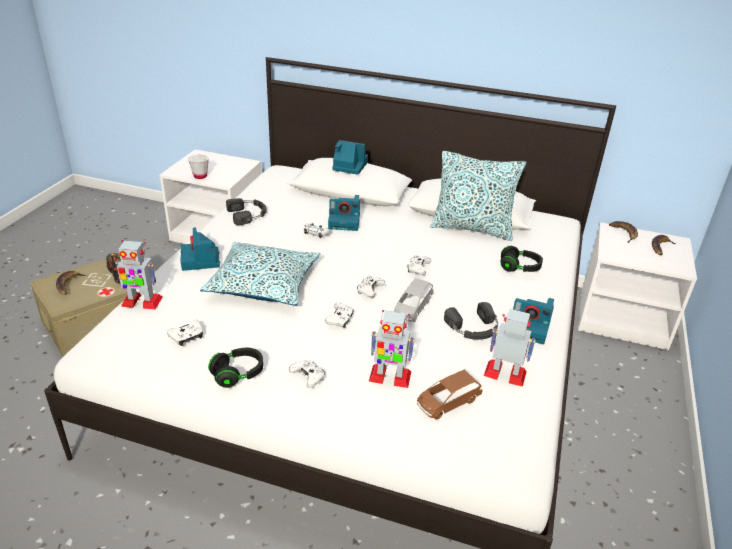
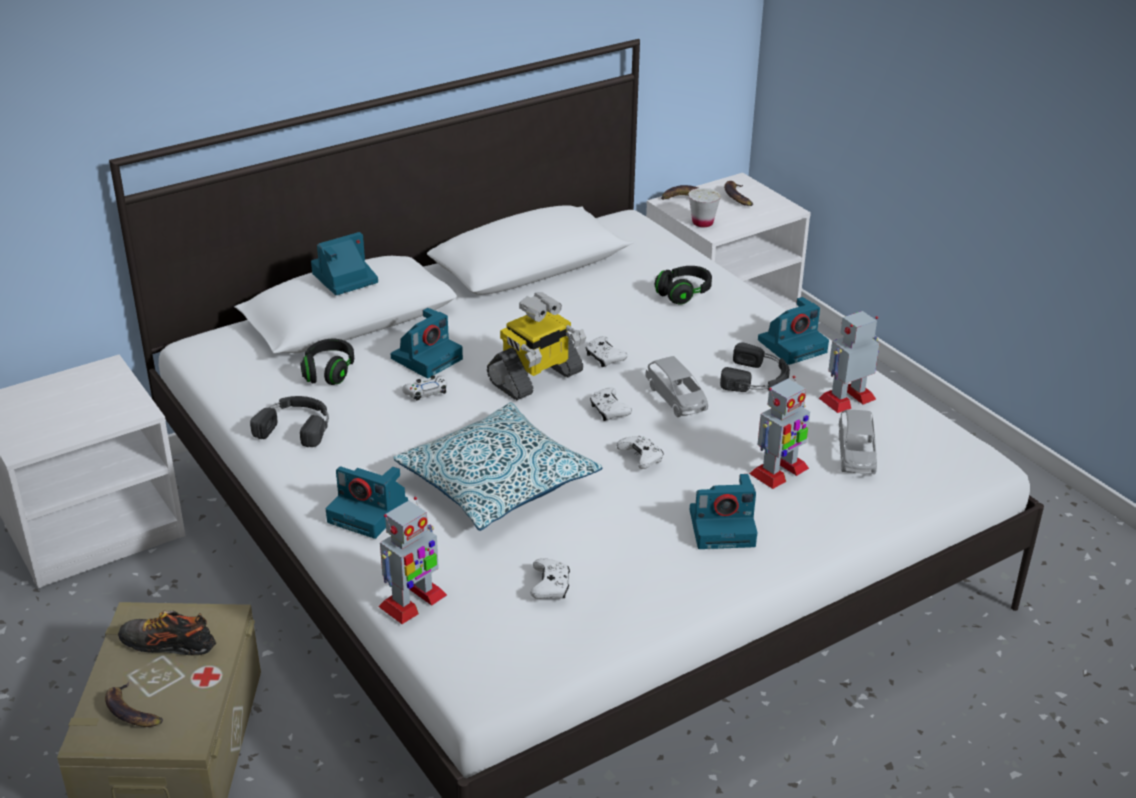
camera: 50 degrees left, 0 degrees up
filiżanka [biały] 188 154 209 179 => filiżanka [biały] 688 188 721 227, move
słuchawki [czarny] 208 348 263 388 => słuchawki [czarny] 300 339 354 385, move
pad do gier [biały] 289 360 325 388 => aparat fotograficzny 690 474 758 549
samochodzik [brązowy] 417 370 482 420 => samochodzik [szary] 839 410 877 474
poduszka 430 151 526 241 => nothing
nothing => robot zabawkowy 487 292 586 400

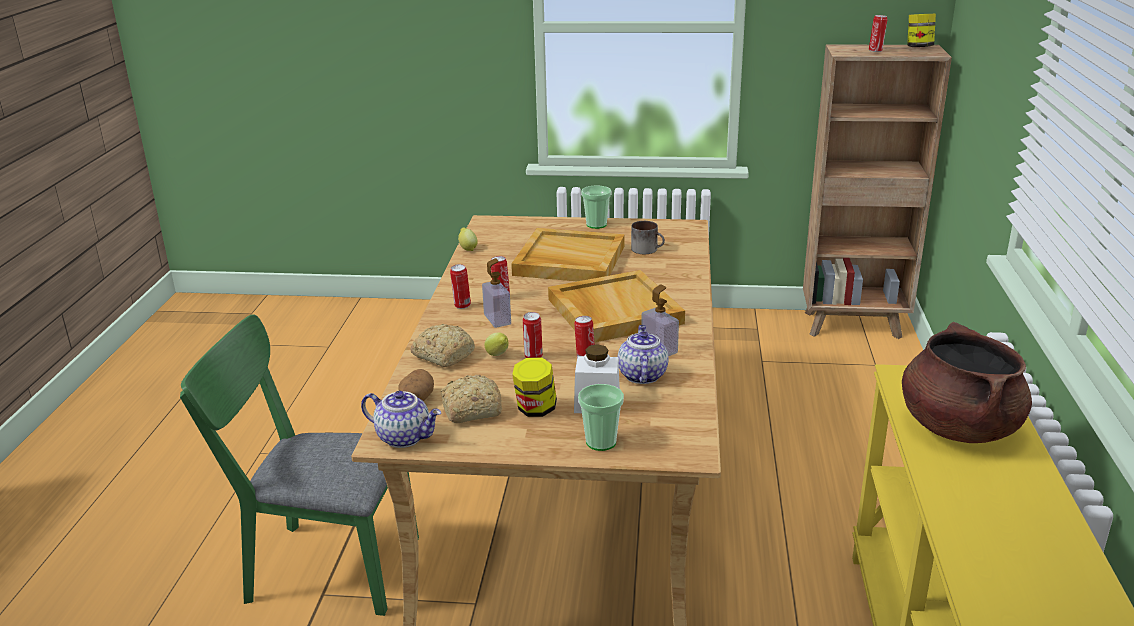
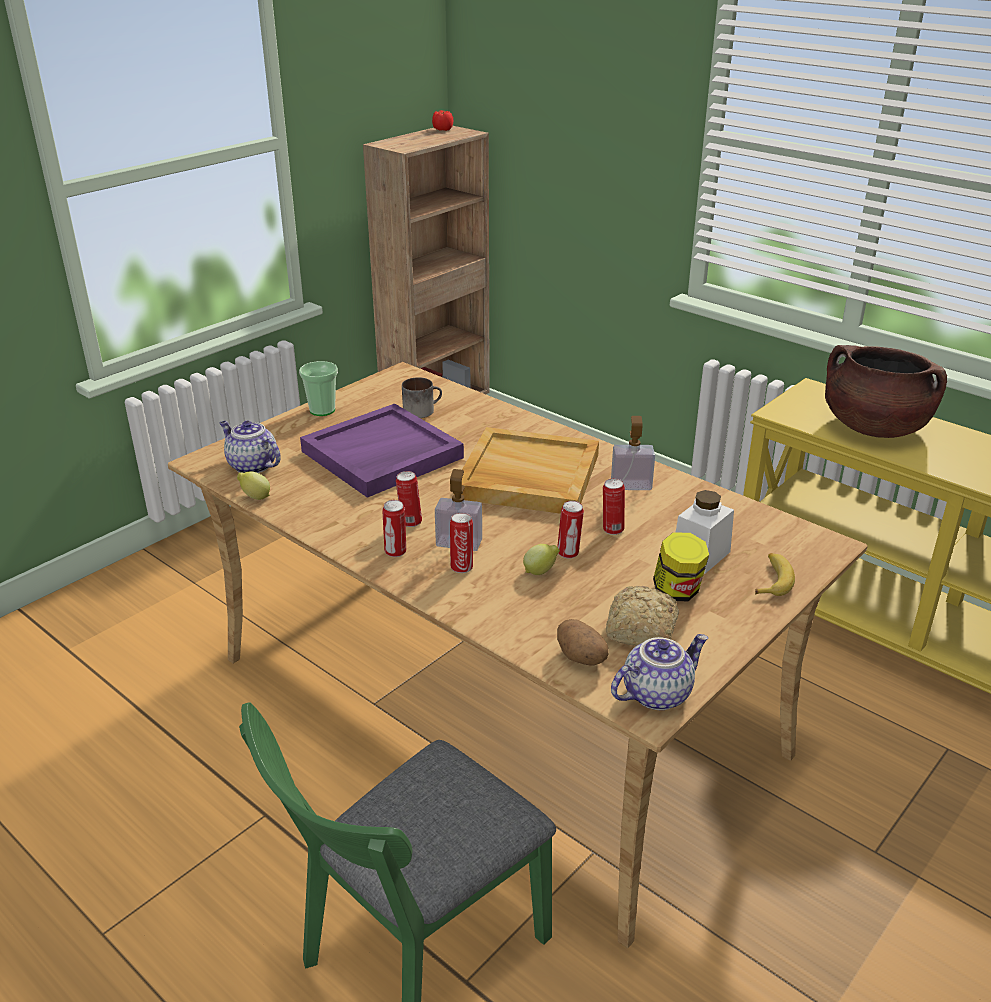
camera: 55 degrees left, 5 degrees up
chleb 410 324 475 367 => nothing
taca [beżowy] 511 228 625 281 => taca [fioletowy] 300 404 464 498
filiżanka 578 384 624 451 => banan 755 553 795 596
imbryk 617 325 669 384 => imbryk 219 421 281 473, move
puszka 869 15 887 52 => puszka 450 513 473 573, move
słoik 907 14 936 47 => pomidor 432 110 453 131

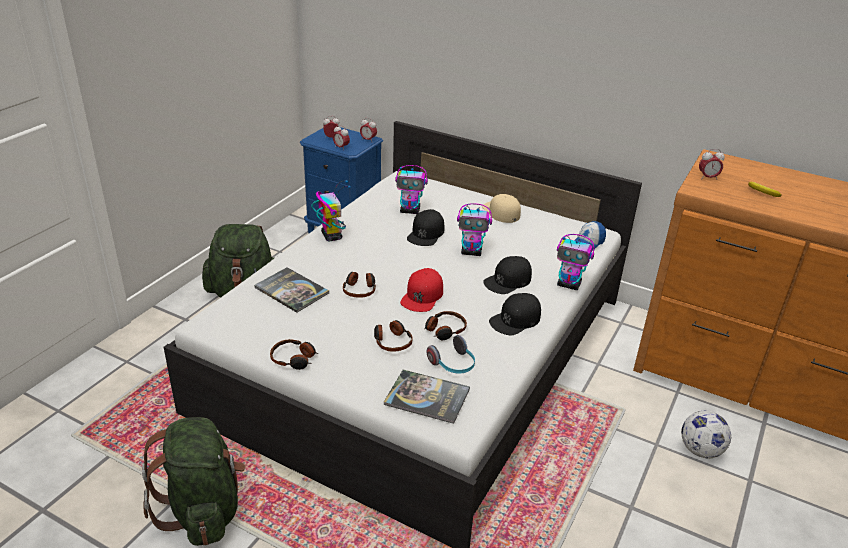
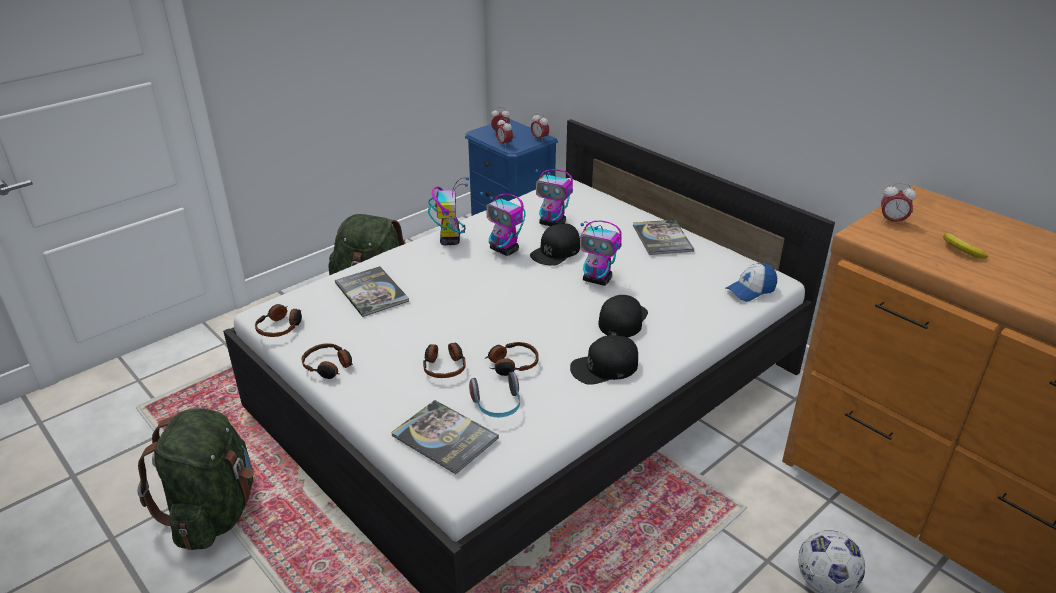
camera: 20 degrees right, 0 degrees up
słuchawki 343 272 376 298 => słuchawki 255 304 302 337, move
czapka z daszkiem [czerwony] 400 268 443 312 => nothing
czapka z daszkiem [beżowy] 482 194 521 223 => książka 633 220 694 255
czapka z daszkiem [czarny] 483 256 532 294 => czapka z daszkiem [czarny] 599 295 648 338, 135 degrees clockwise
robot zabawkowy 557 234 595 290 => robot zabawkowy 480 191 526 256, move

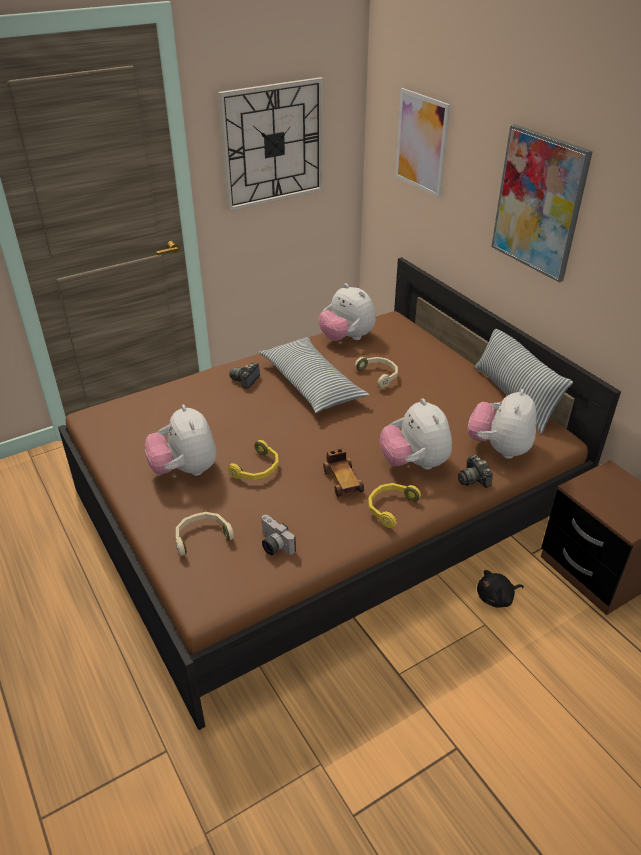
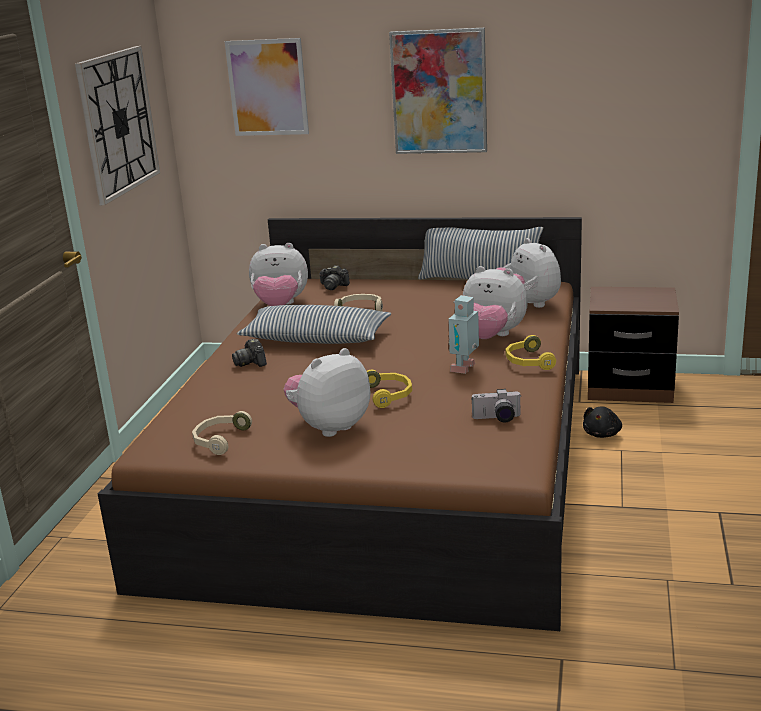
camera: 45 degrees left, 15 degrees down
pluszak 145 404 216 476 => pluszak 284 348 371 437, 120 degrees clockwise
słuchawki [beżowy] 176 512 234 556 => słuchawki [beżowy] 192 411 252 455, move
samochodzik 323 448 364 497 => robot zabawkowy 448 295 479 374
aparat fotograficzny 458 455 493 488 => aparat fotograficzny 320 265 350 290, move

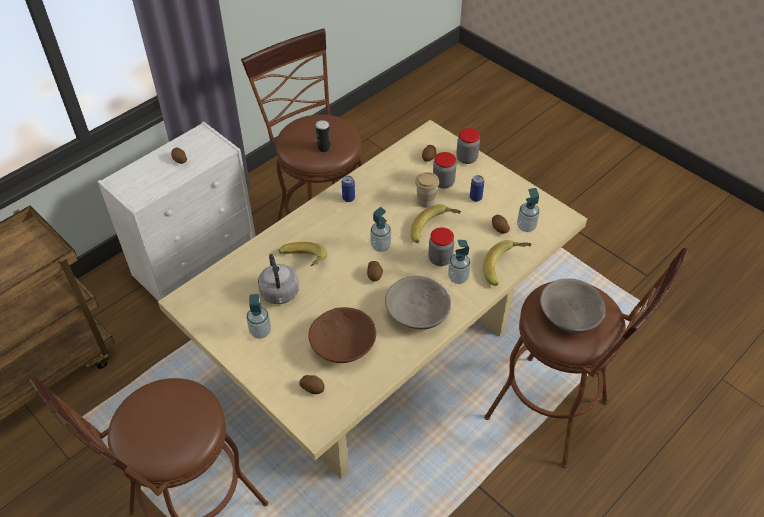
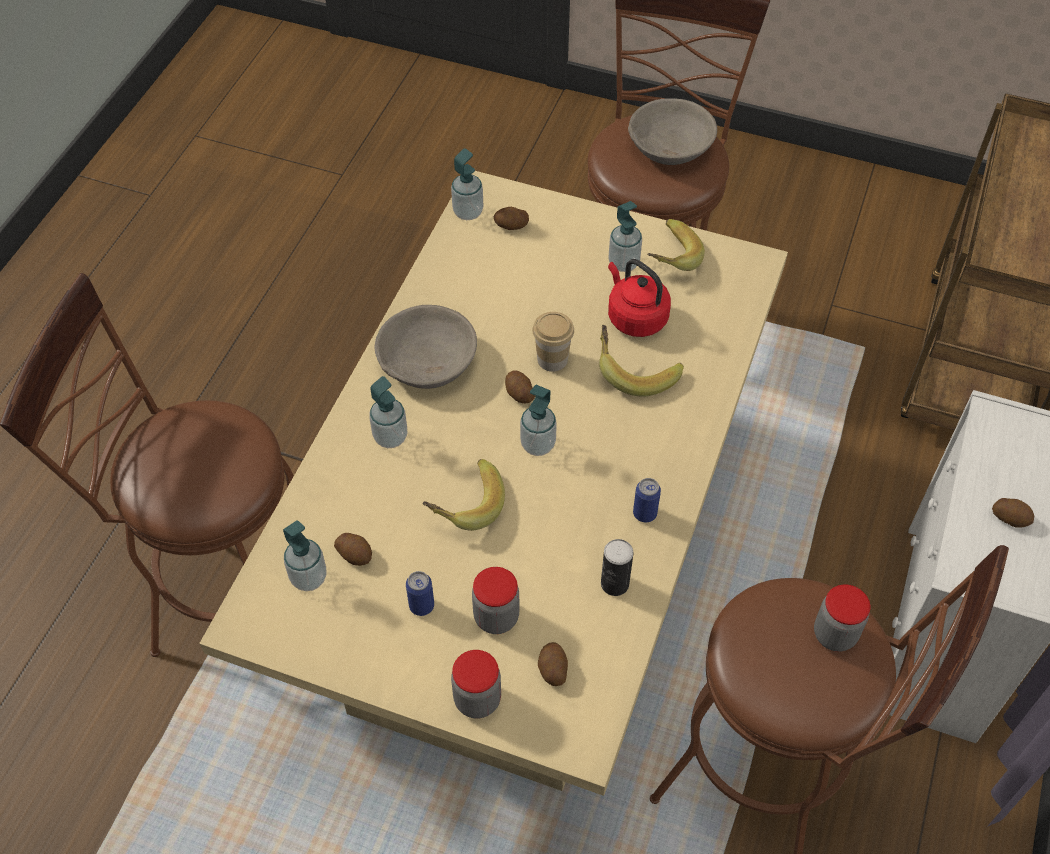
camera: 155 degrees right, 5 degrees up
czajnik [szary] 258 254 299 304 => czajnik [czerwony] 608 259 671 337
miska [brązowy] 308 307 376 363 => nothing
puszka 316 120 331 152 => puszka 601 539 634 596, move
filiżanka 415 172 439 207 => filiżanka 532 312 574 372, move
słoik 428 227 454 266 => słoik 814 584 870 652, move
banan 483 240 532 286 => banan 647 219 705 271, move
miska [szary] 540 279 605 333 => miska [szary] 628 98 717 165, move
nothing => dozownik mydła 451 148 483 220

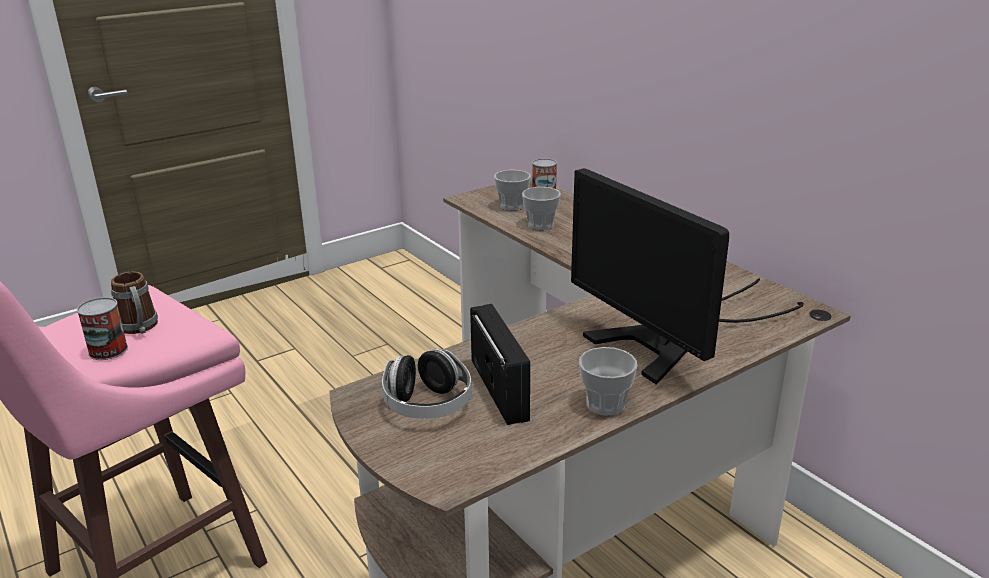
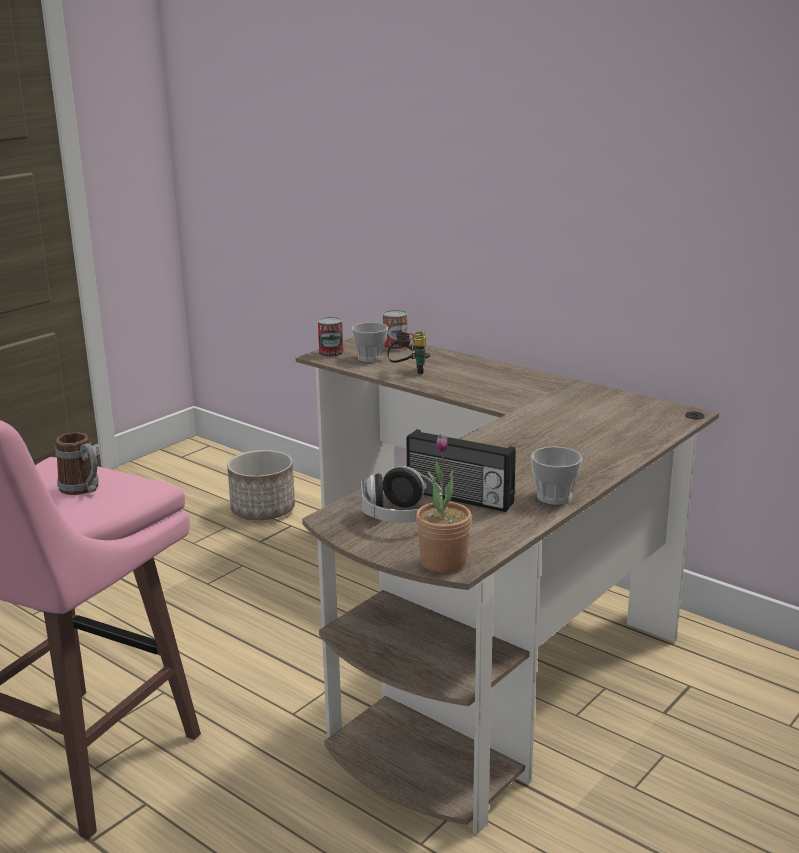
camera: 15 degrees left, 5 degrees down
puszka 77 297 128 360 => puszka 317 317 344 357, move
radio 470 304 530 425 => radio 407 429 516 512, 150 degrees clockwise
filiżanka 522 187 561 230 => lornetka 387 331 430 375
monitor 571 168 804 385 => nothing
nothing => donica 227 450 295 520
nothing => roślina doniczkowa 416 434 472 573

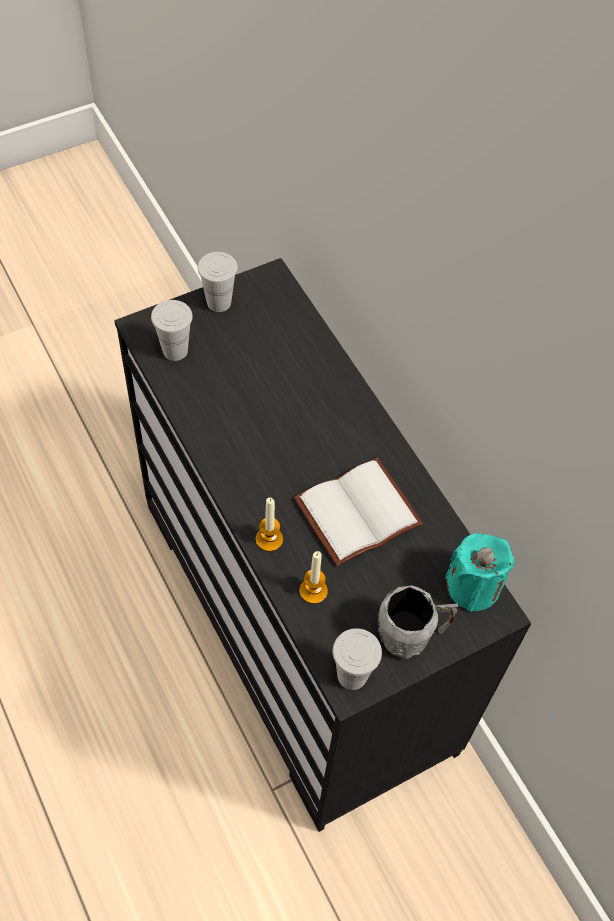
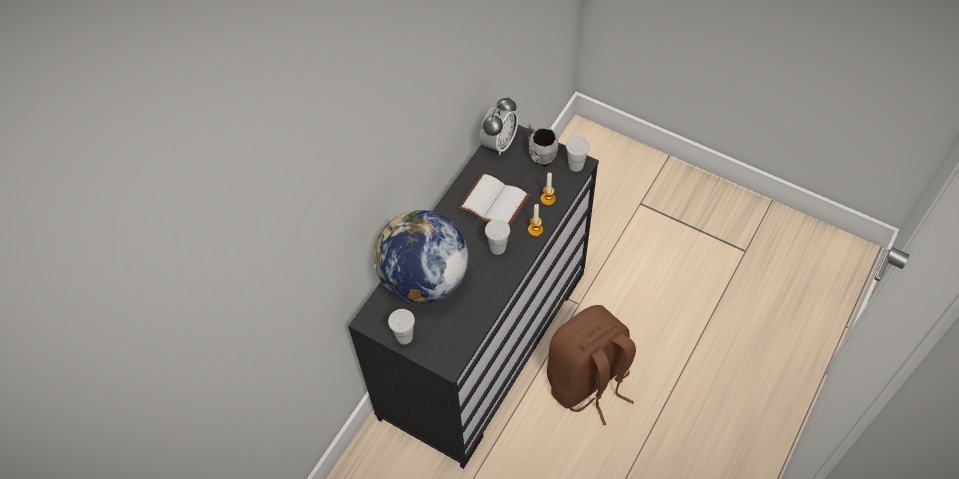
camera: 115 degrees left, 0 degrees up
filiżanka [biały] 151 300 193 361 => filiżanka [biały] 485 219 510 255, move
świeca [turkusowy] 445 533 515 612 => budzik 480 97 518 155
nothing => globus 374 210 468 304
nothing => plecak [brązowy] 547 305 636 426

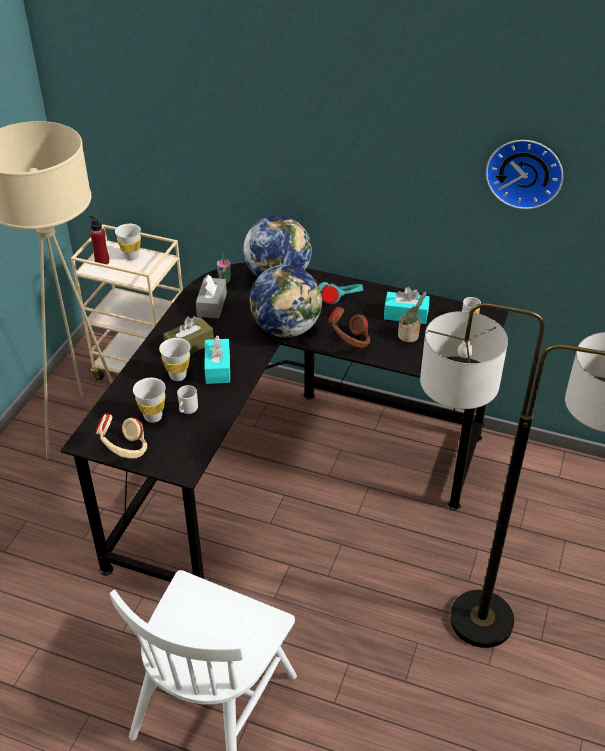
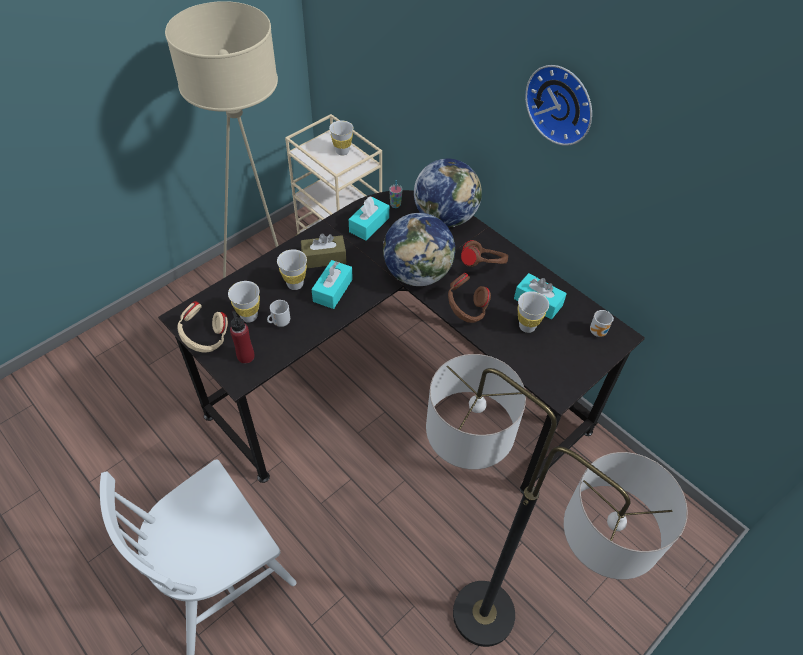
camera: 25 degrees right, 10 degrees up
butelka [czerwony] 89 216 109 265 => butelka [czerwony] 230 310 255 364, move
pudełko chusteczek [szary] 196 275 227 318 => pudełko chusteczek [turkusowy] 349 196 389 241
słuchawki [turkusowy] 318 282 363 304 => słuchawki [brązowy] 461 240 508 267
roślina doniczkowa 398 291 426 342 => filiżanka [biały] 518 291 549 333
zegar ścienny 486 140 563 209 => zegar ścienny 525 65 592 146, move

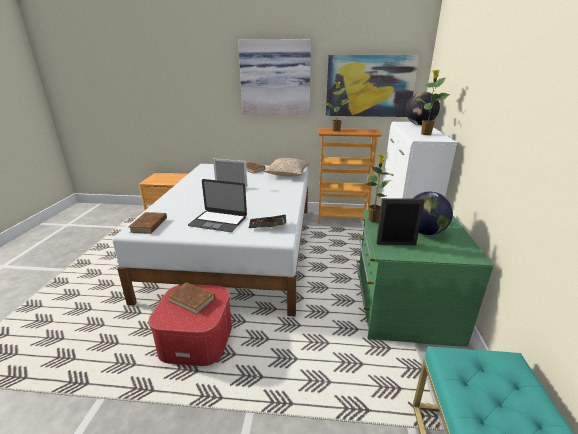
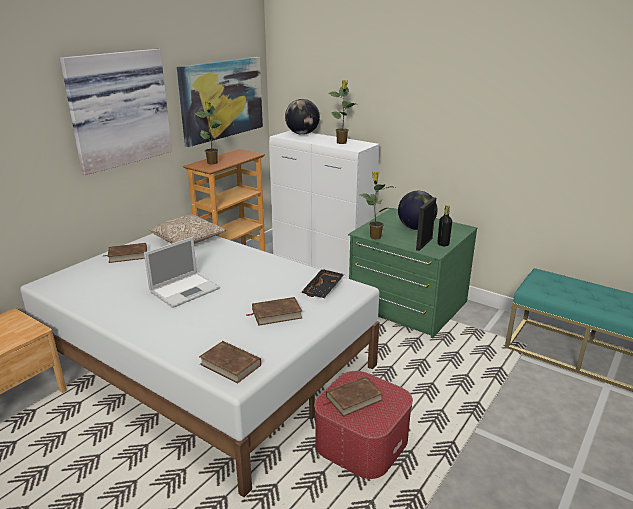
camera: 60 degrees left, 0 degrees up
laptop 188 179 247 232 => książka [brązowy] 246 297 303 326
nothing => butelka [czarny] 438 205 452 246

